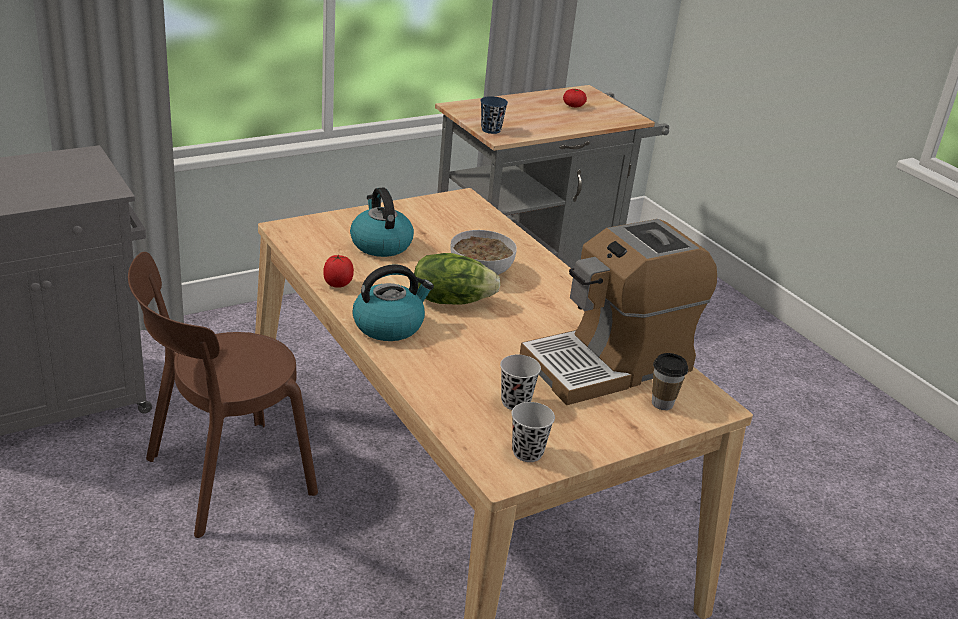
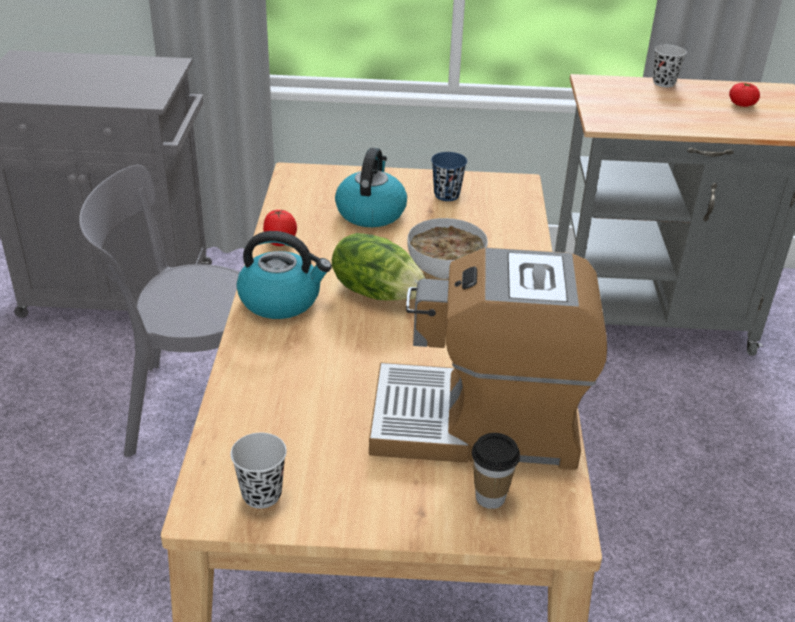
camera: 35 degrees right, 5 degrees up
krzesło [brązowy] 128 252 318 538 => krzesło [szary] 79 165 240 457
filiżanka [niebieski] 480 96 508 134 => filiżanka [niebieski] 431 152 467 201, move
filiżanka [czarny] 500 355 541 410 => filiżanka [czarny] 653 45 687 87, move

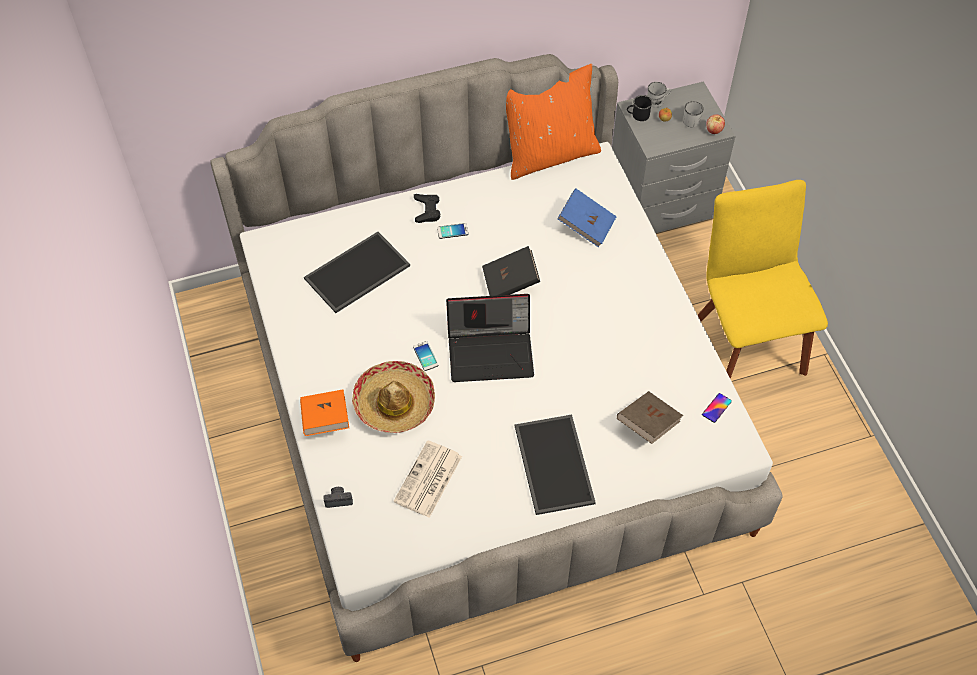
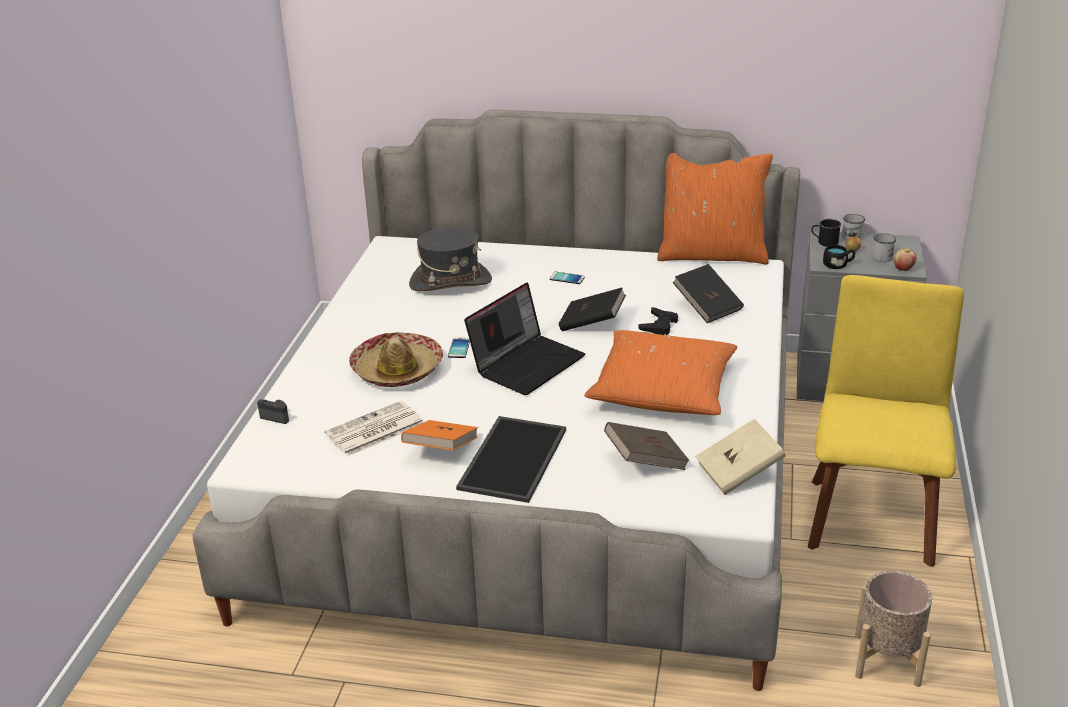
camera: 30 degrees right, 25 degrees down
książka [pomarańczowy] 300 390 349 436 => książka [pomarańczowy] 401 420 478 451, move
taca 304 232 410 313 => kapelusz [szary] 409 227 492 291
pad do gier [czarny] 414 194 440 223 => pad do gier [czarny] 638 307 678 335, move
laptop 446 294 534 382 => laptop 464 282 585 395, 75 degrees counterclockwise
książka [niebieski] 557 189 617 247 => książka [czarny] 672 264 744 323
telefon 702 393 732 423 => książka [beżowy] 695 419 786 495
nothing => poduszka [pomarańczowy] 584 330 737 415
nothing => kubek [czarny] 823 245 855 269
nothing => donica [beżowy] 855 571 932 687

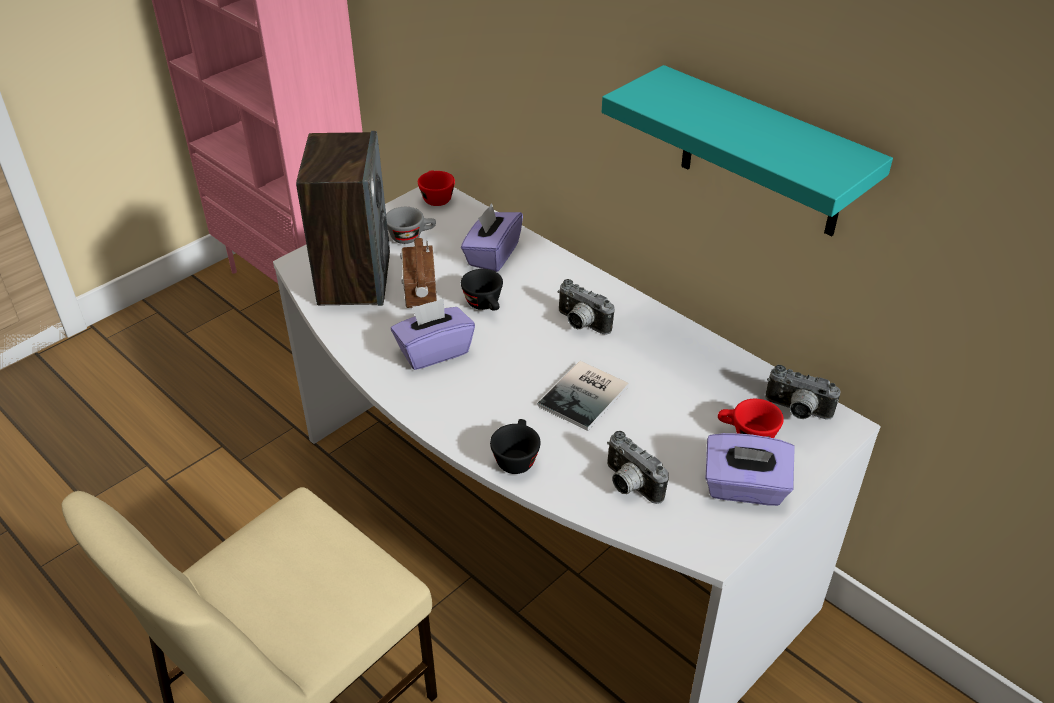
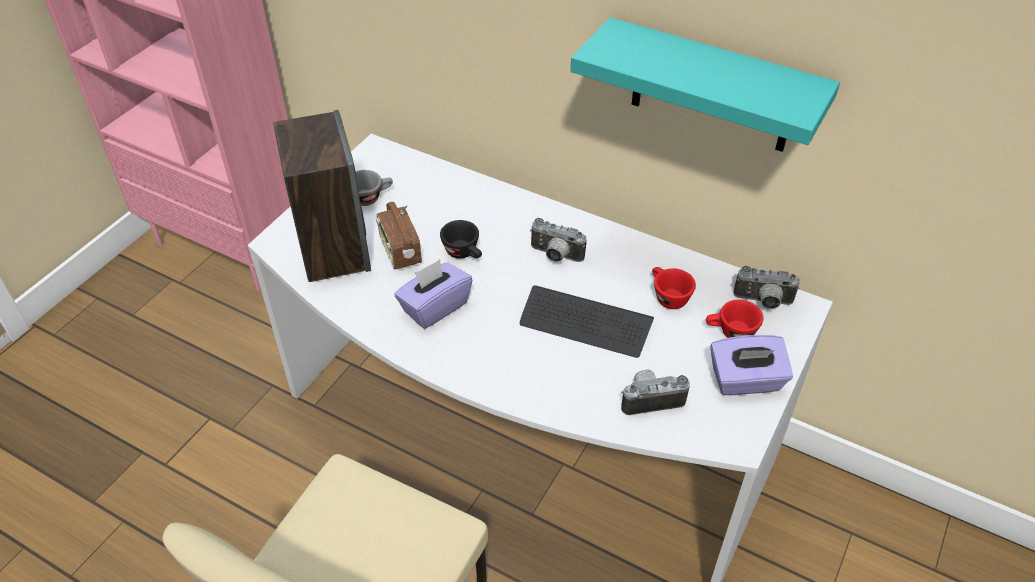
camera: 15 degrees left, 5 degrees up
filiżanka [czerwony] 418 170 455 206 => filiżanka [czerwony] 652 267 696 309, move
pudełko chusteczek [fioletowy] 461 203 523 272 => nothing
filiżanka [czarny] 490 419 541 474 => nothing
książka 537 361 629 431 => klawiatura 520 285 654 358
aparat fotograficzny 607 431 669 504 => aparat fotograficzny 621 369 690 415, 135 degrees clockwise

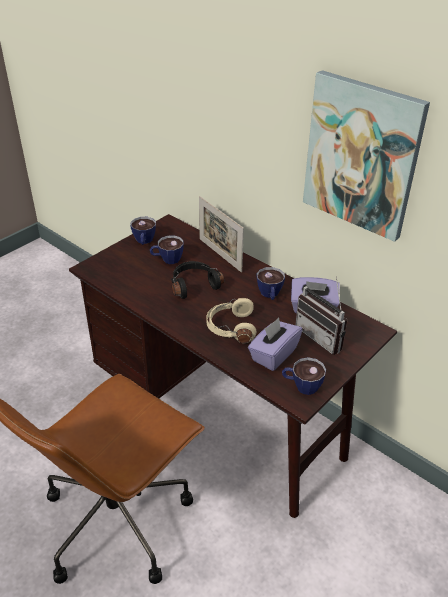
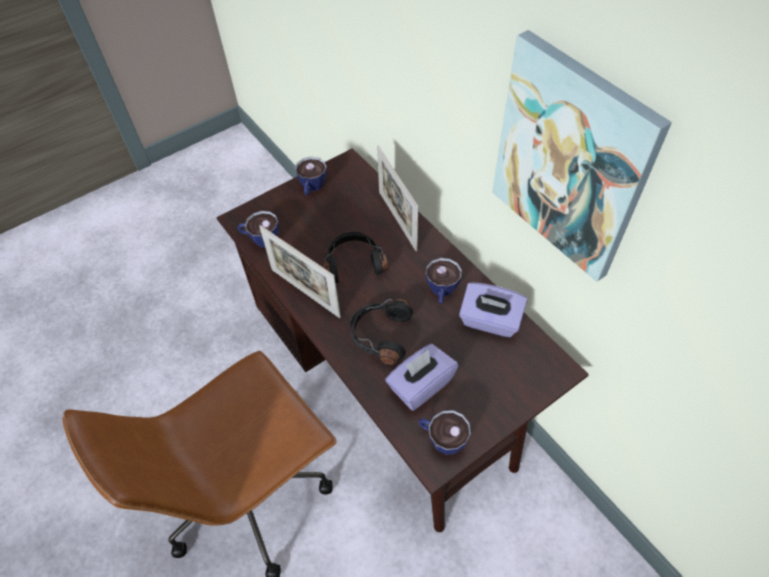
camera: 15 degrees right, 15 degrees up
filiżanka 150 235 183 264 => filiżanka 238 211 279 248, move
słuchawki [beżowy] 206 297 256 344 => słuchawki [czarny] 349 299 413 365
radio 295 277 348 355 => nothing
nothing => ramka na zdjęcie 259 225 341 318

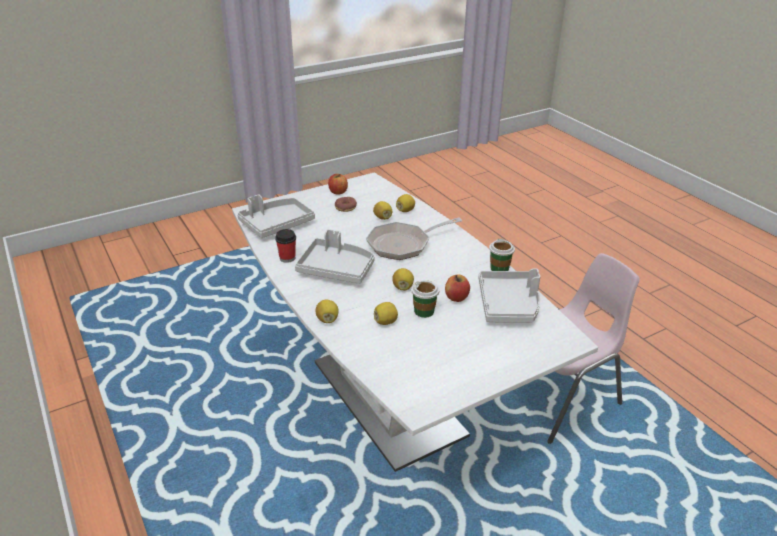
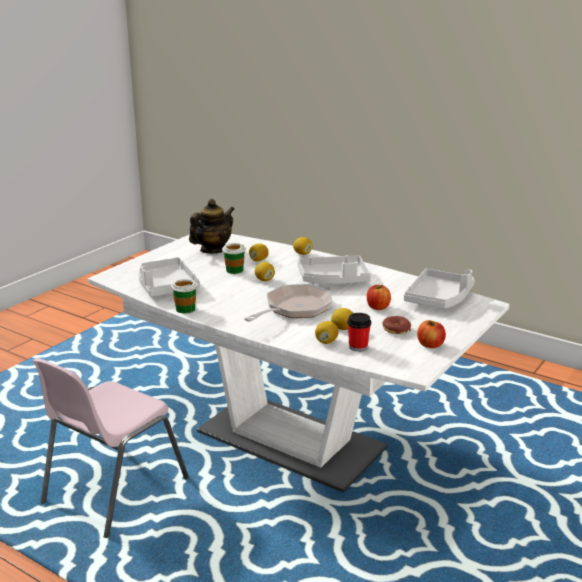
camera: 155 degrees right, 10 degrees down
filiżanka 275 229 296 263 => filiżanka 347 313 371 352, move
jabłko 445 275 470 302 => jabłko 367 285 391 310, move
nothing => imbryk 189 199 234 254

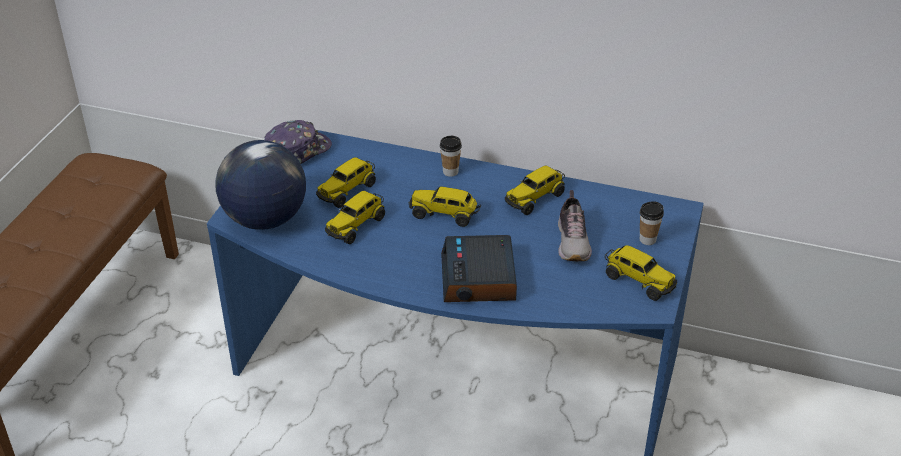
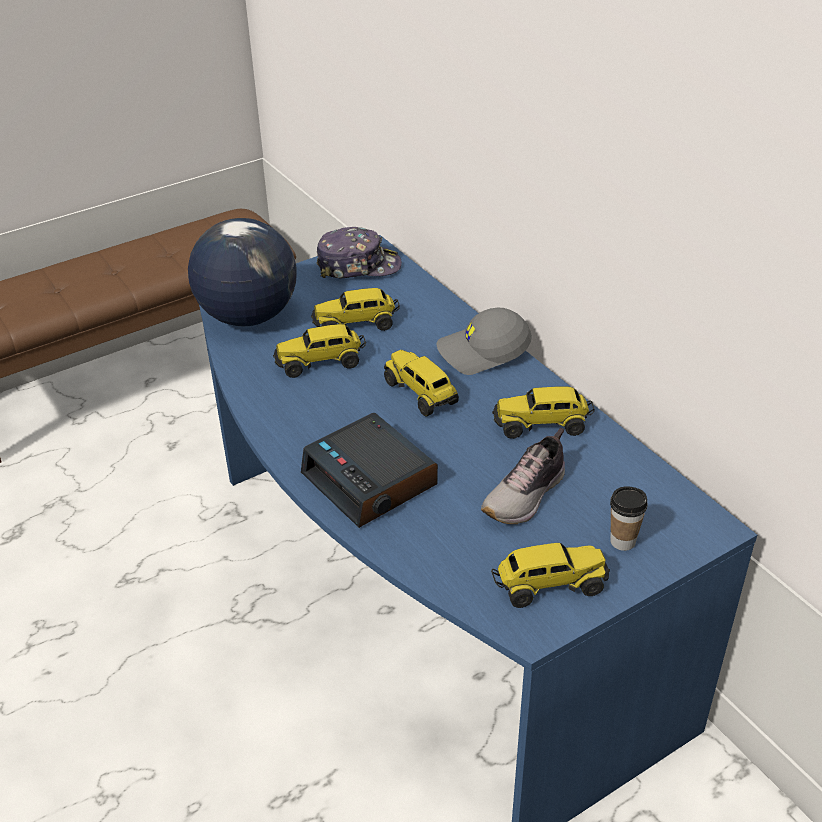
camera: 40 degrees right, 0 degrees up
filiżanka 440 136 462 177 => czapka z daszkiem [szary] 437 308 532 375
budzik 441 235 517 302 => budzik 301 413 438 528, 75 degrees counterclockwise
ciężarówka zabawkowa 605 245 677 301 => ciężarówka zabawkowa 491 543 610 608, 90 degrees counterclockwise

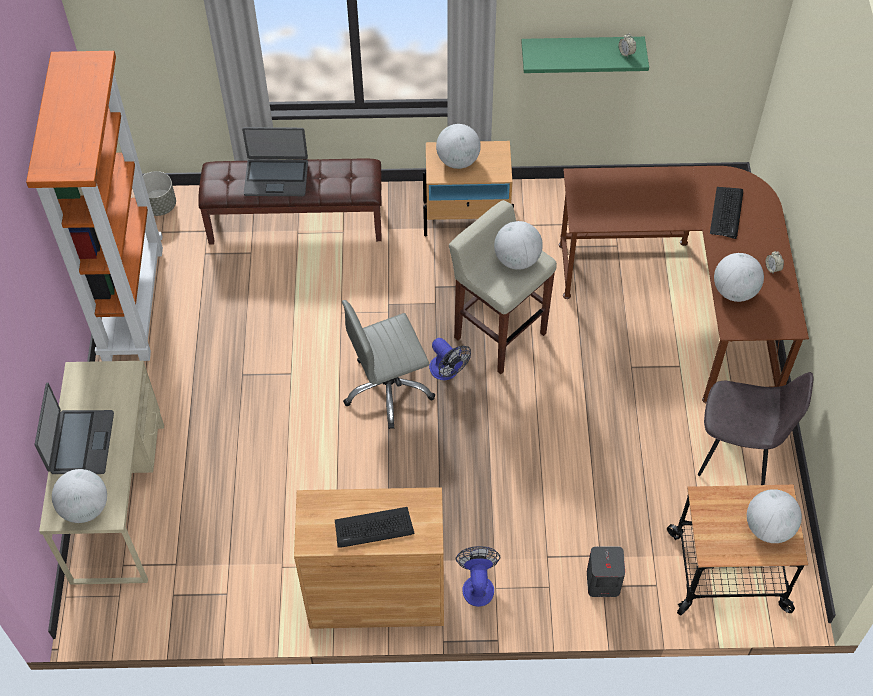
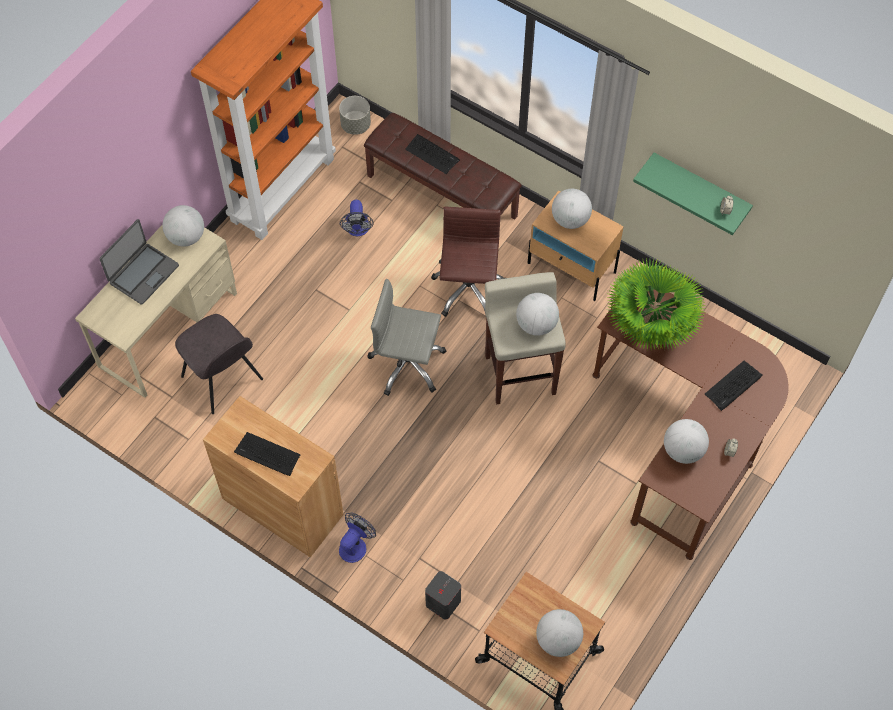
camera: 35 degrees right, 5 degrees up
globus 52 469 107 523 => globus 163 205 204 247, move
laptop 242 127 308 196 => klawiatura 405 134 460 174
wentylator 429 338 471 380 => wentylator 340 200 374 236, move
krzesło [szary] 698 372 813 485 => krzesło [szary] 175 314 263 414, move
nothing => krzesło biurowe [brązowy] 431 207 505 317
nothing => roślina doniczkowa 607 258 706 350

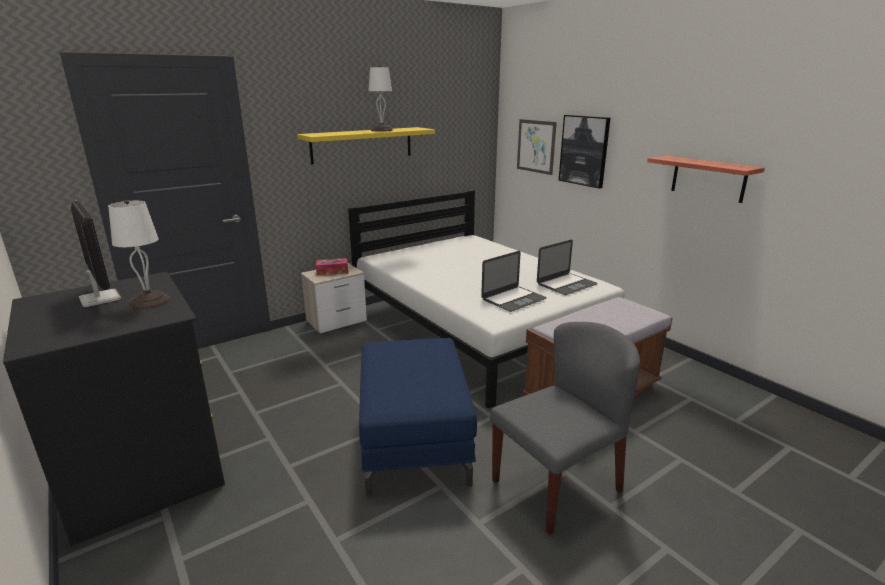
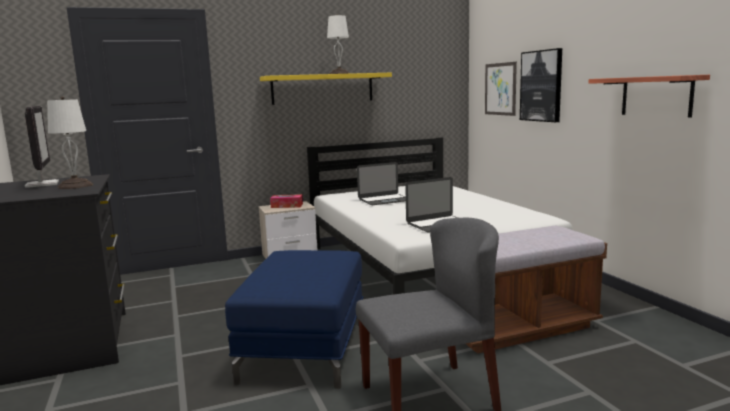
camera: 15 degrees right, 10 degrees down
laptop 537 240 598 295 => laptop 357 162 406 205, move

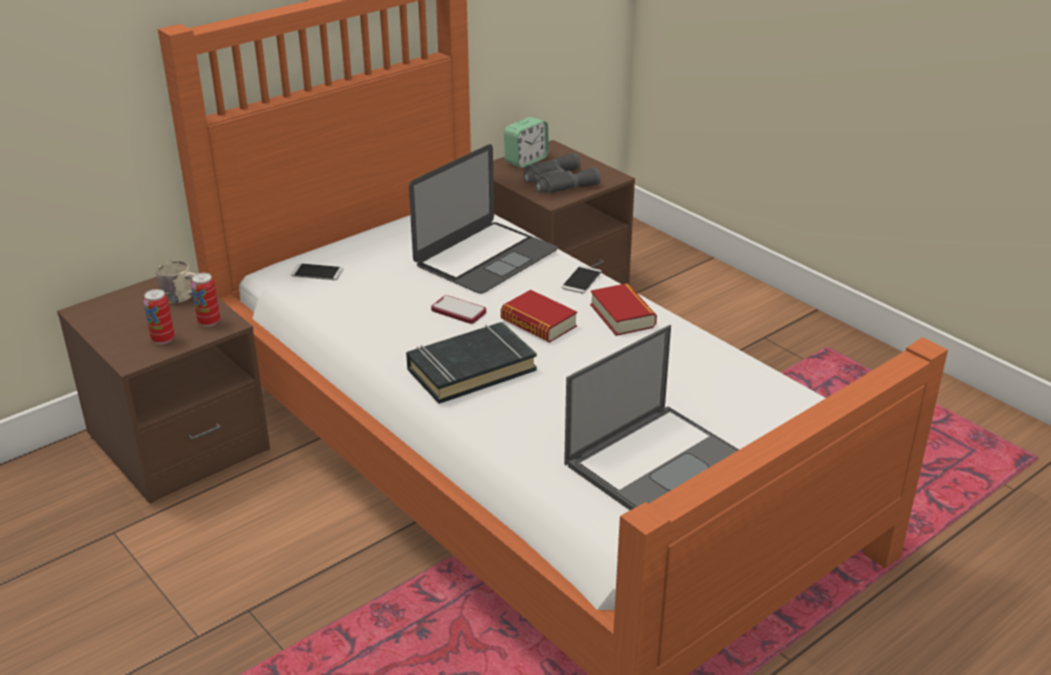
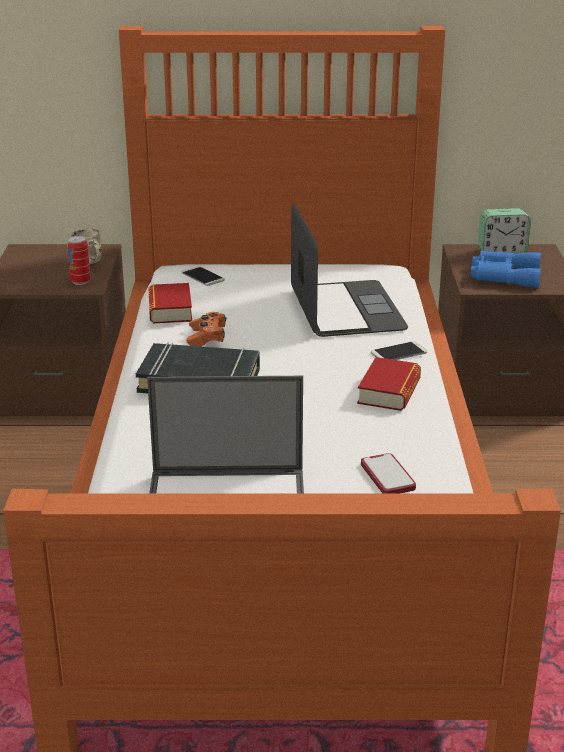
camera: 40 degrees right, 5 degrees down
puszka 143 289 174 344 => nothing
laptop 409 144 558 294 => laptop 291 204 408 337, 90 degrees counterclockwise
telefon 431 295 486 324 => telefon 361 453 416 494, move
książka 501 290 577 343 => książka 148 283 192 323, move
lornetka [szary] 523 152 601 194 => lornetka [niebieski] 470 251 541 288
nothing => pad do gier [pomarańczowy] 186 312 226 347

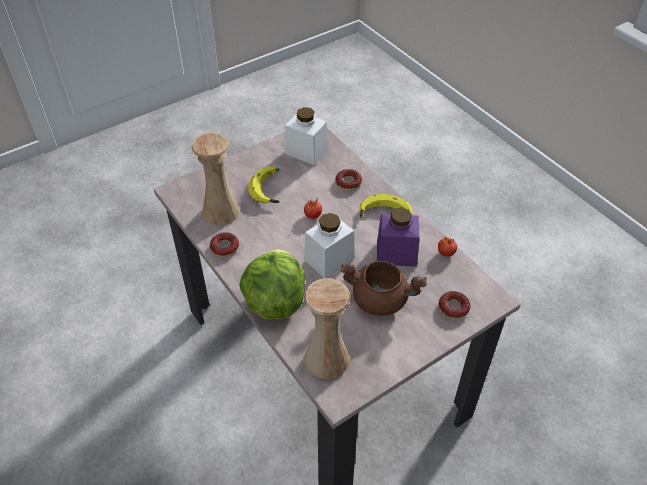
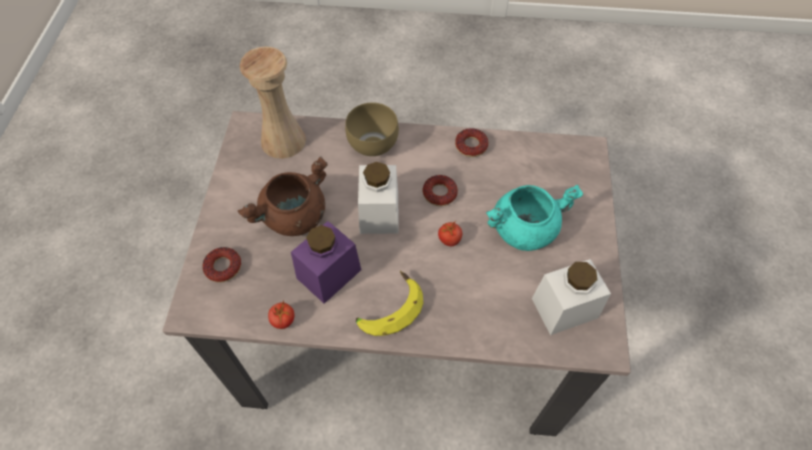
camera: 130 degrees right, 10 degrees up
wazon [beżowy] 192 132 240 226 => nothing
sałata 239 249 305 320 => miska [brązowy] 345 103 399 156
banan 248 166 280 203 => garnek [turkusowy] 486 185 583 251
donut 335 169 362 190 => donut 423 175 458 206, move

